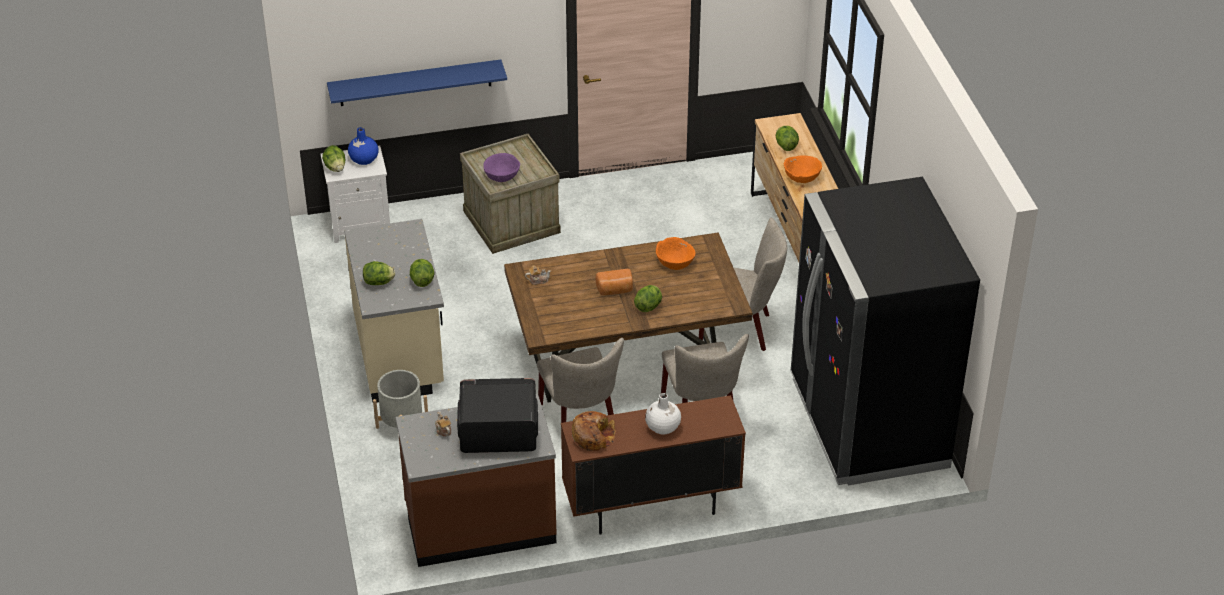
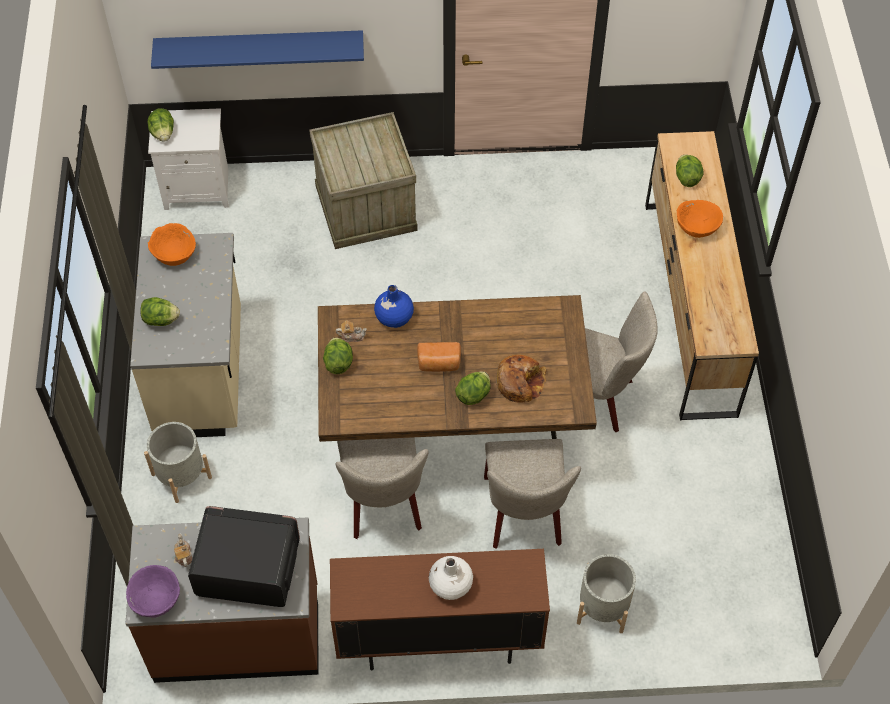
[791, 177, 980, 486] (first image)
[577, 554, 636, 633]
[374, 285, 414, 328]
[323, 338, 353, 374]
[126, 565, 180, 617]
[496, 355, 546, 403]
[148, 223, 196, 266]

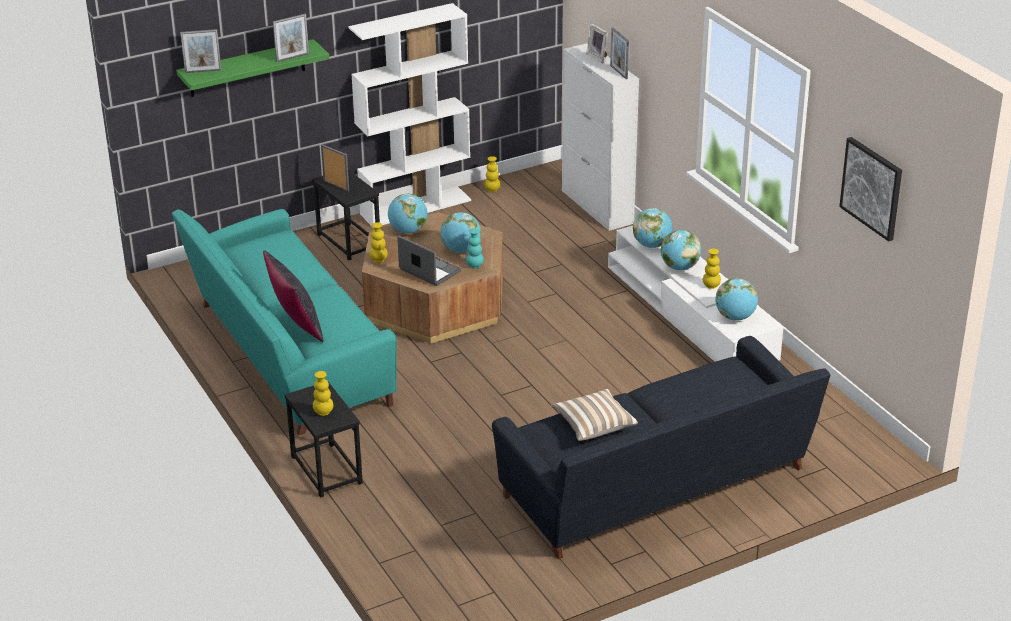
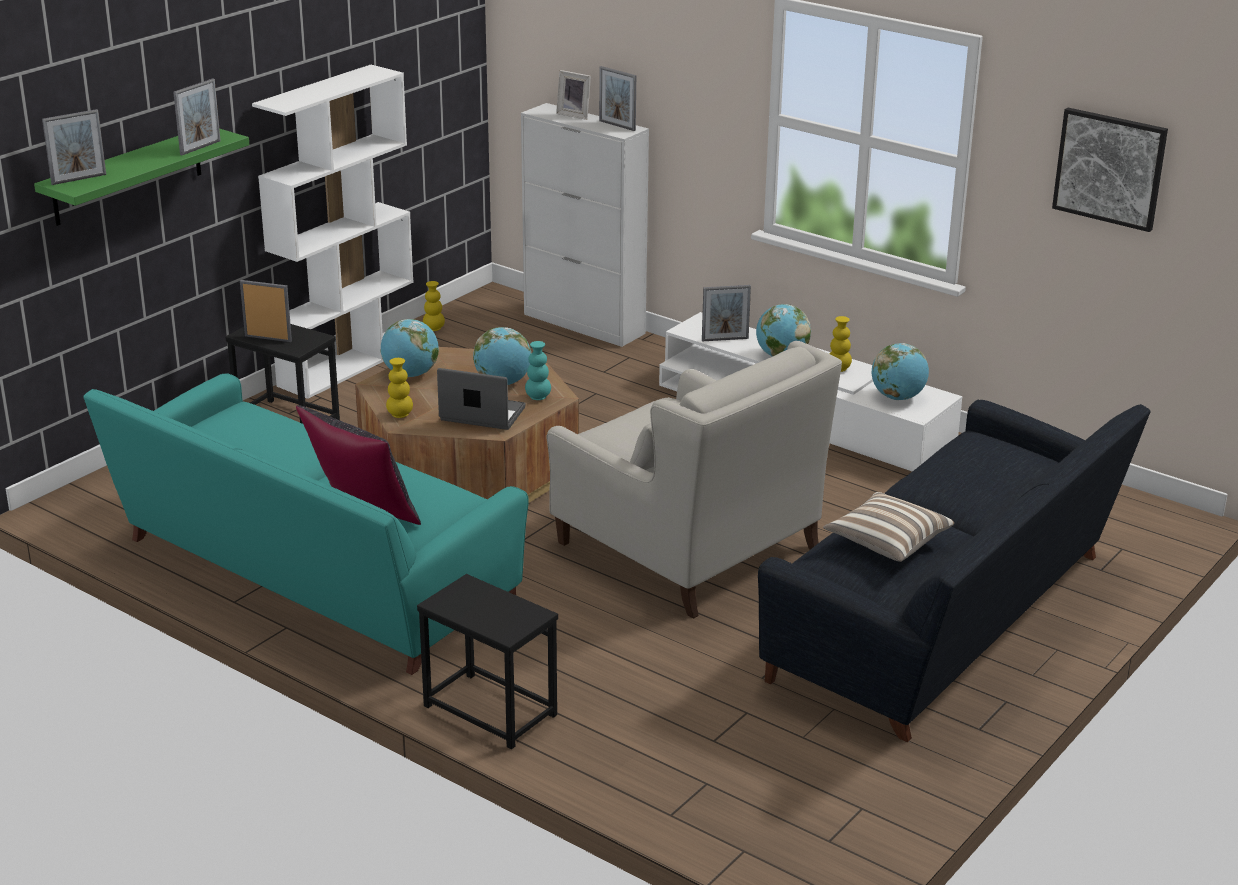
[313, 371, 333, 416] (first image)
[546, 341, 842, 618]
[702, 285, 751, 342]

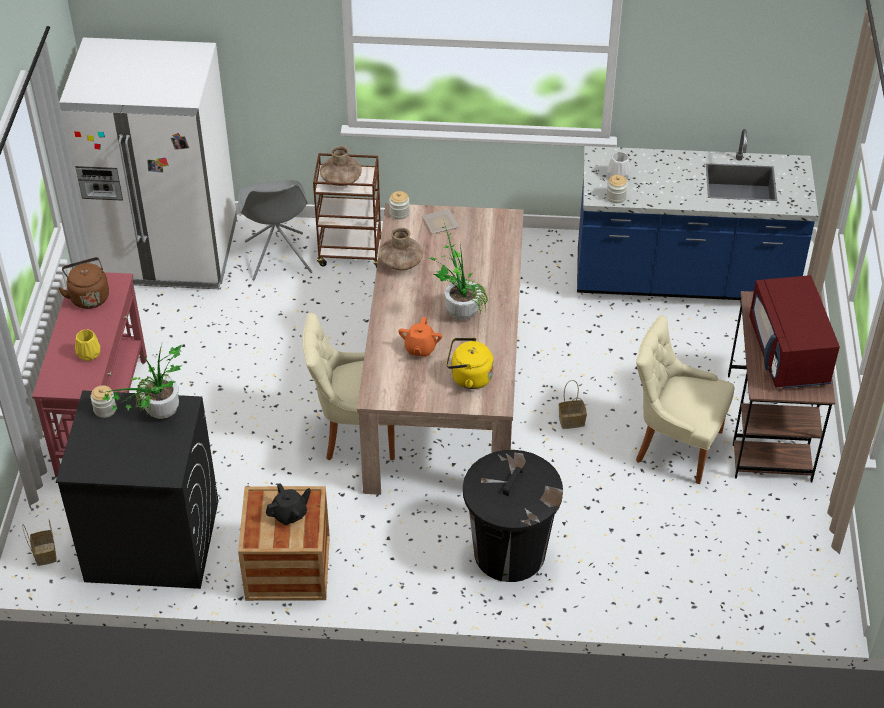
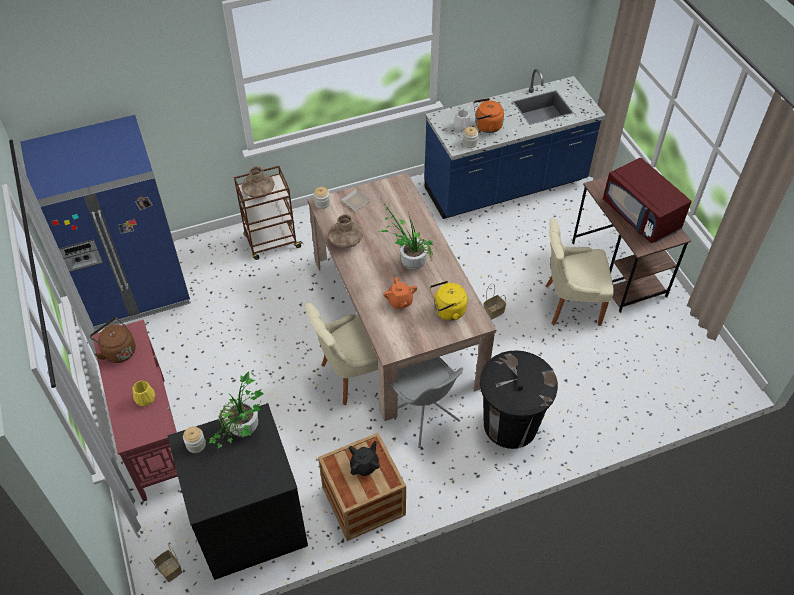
[473, 98, 504, 133]
[391, 357, 463, 448]
[20, 115, 190, 331]

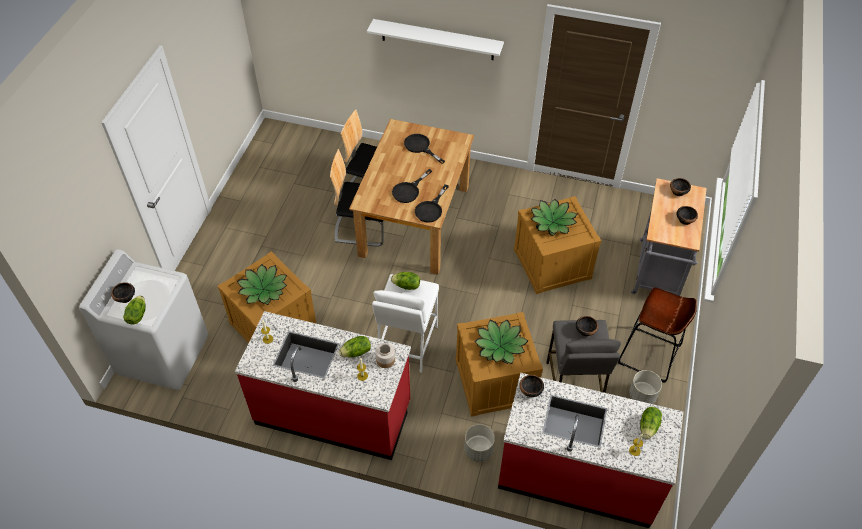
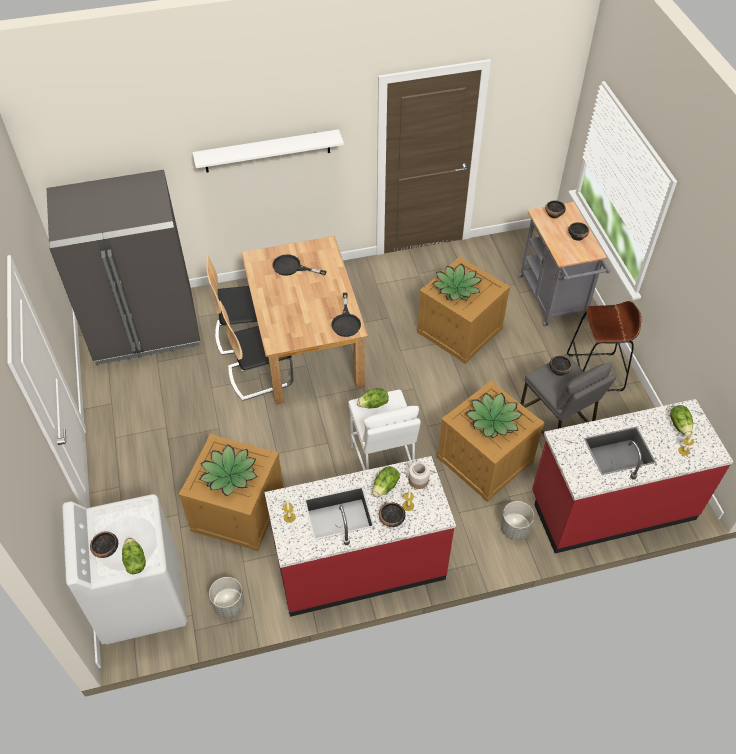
[392, 169, 432, 203] (first image)
[46, 170, 200, 365]
[379, 502, 405, 527]
[209, 577, 245, 618]

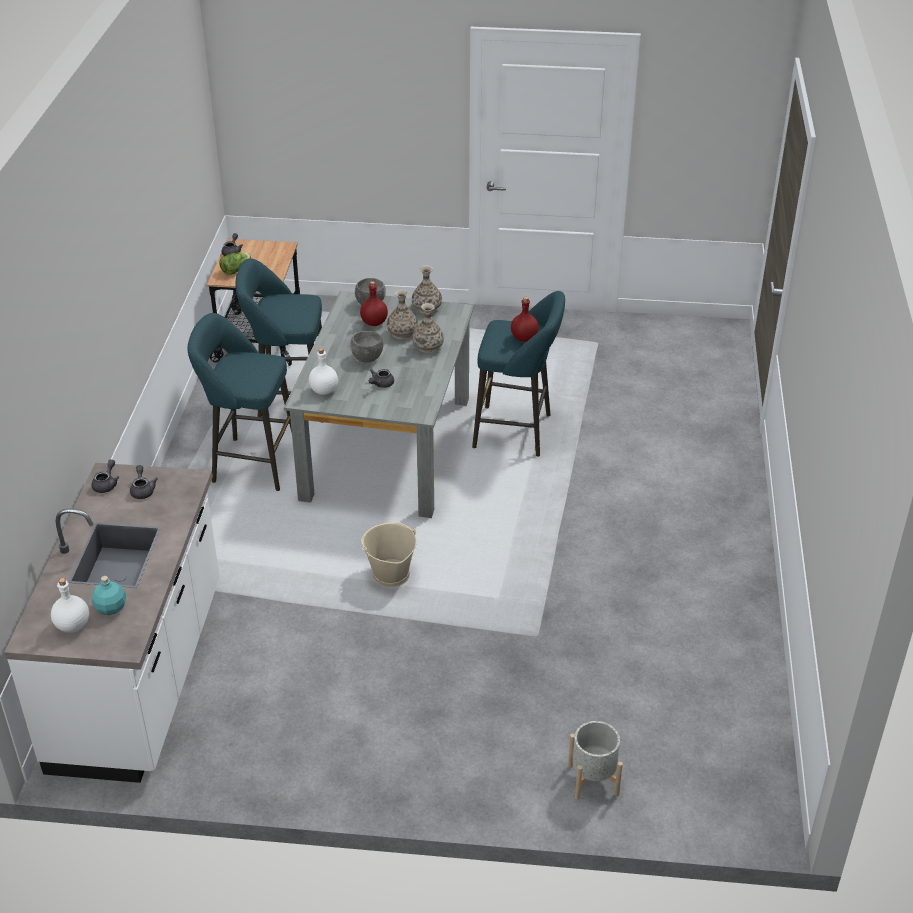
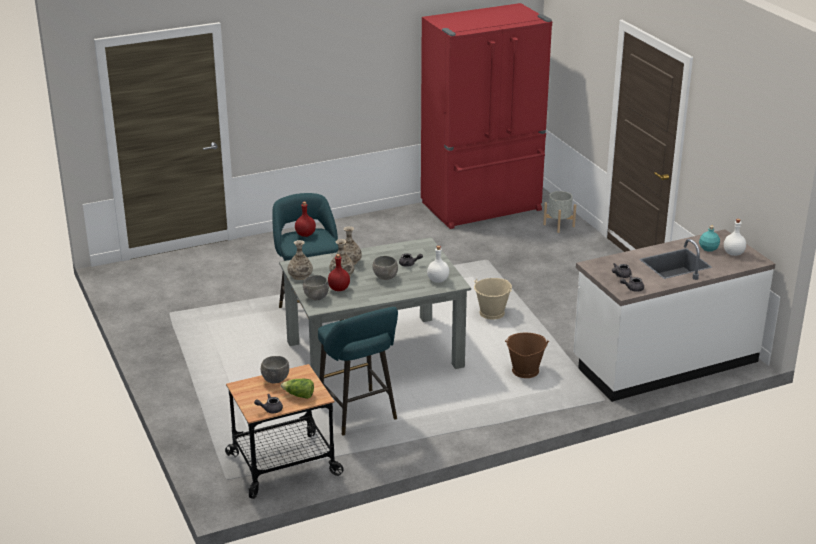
[187, 313, 292, 491] (first image)
[261, 356, 289, 384]
[421, 3, 552, 229]
[505, 333, 549, 378]

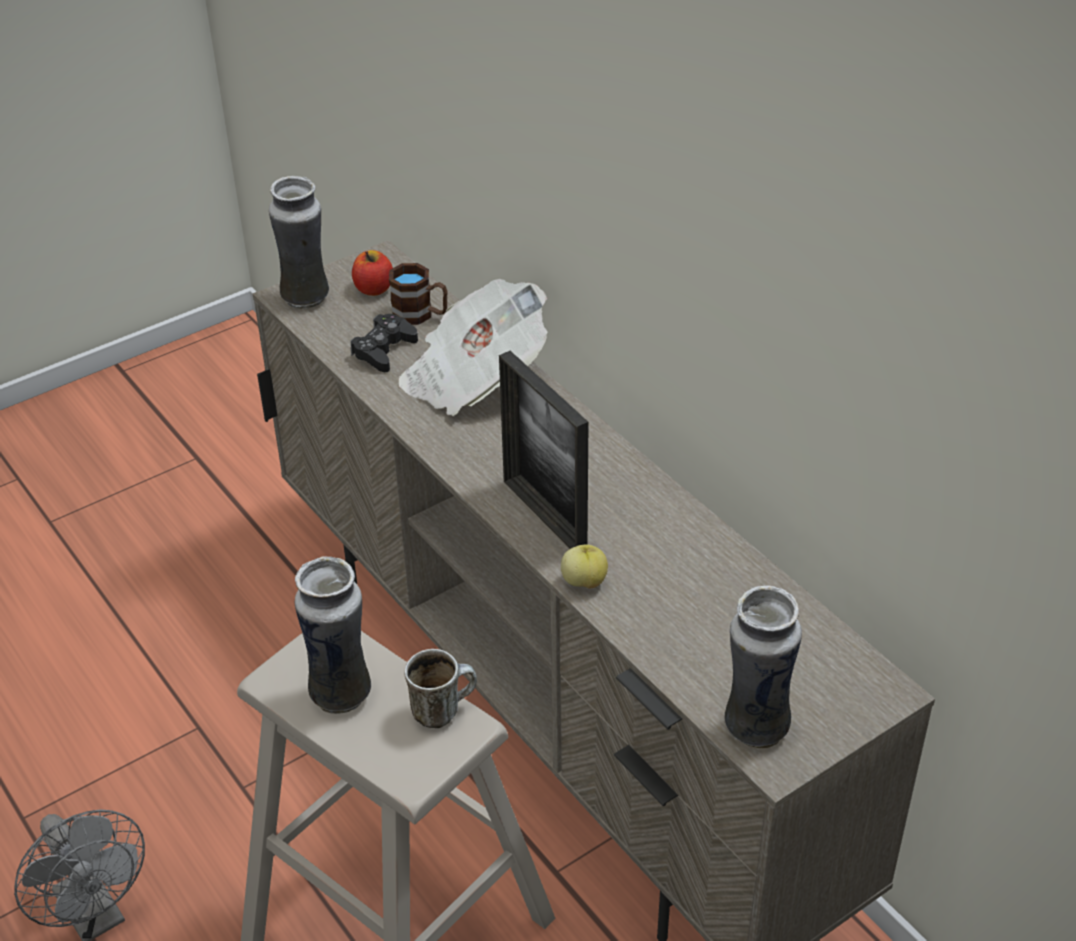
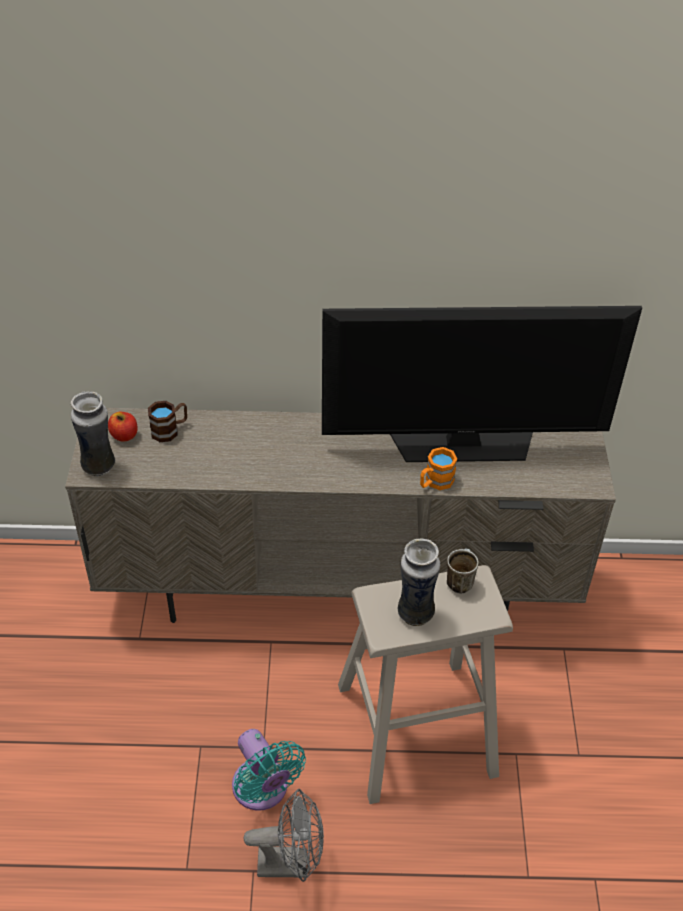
[350, 314, 418, 372] (first image)
[399, 279, 547, 416] (first image)
[499, 351, 588, 549] (first image)
[724, 585, 802, 748] (first image)
[232, 729, 306, 811]
[322, 306, 642, 462]
[420, 447, 457, 490]

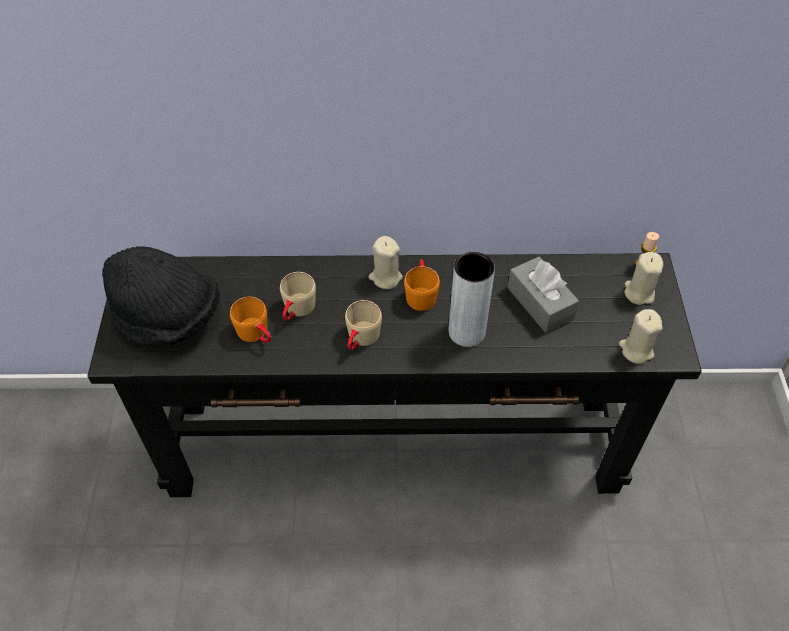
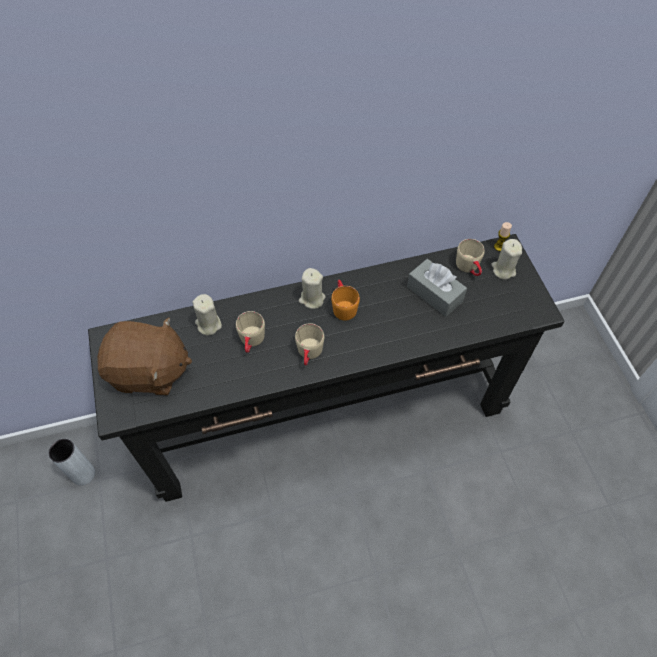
[230, 297, 271, 343] (first image)
[456, 239, 484, 276]
[48, 439, 95, 486]
[192, 294, 222, 336]
[98, 317, 192, 395]

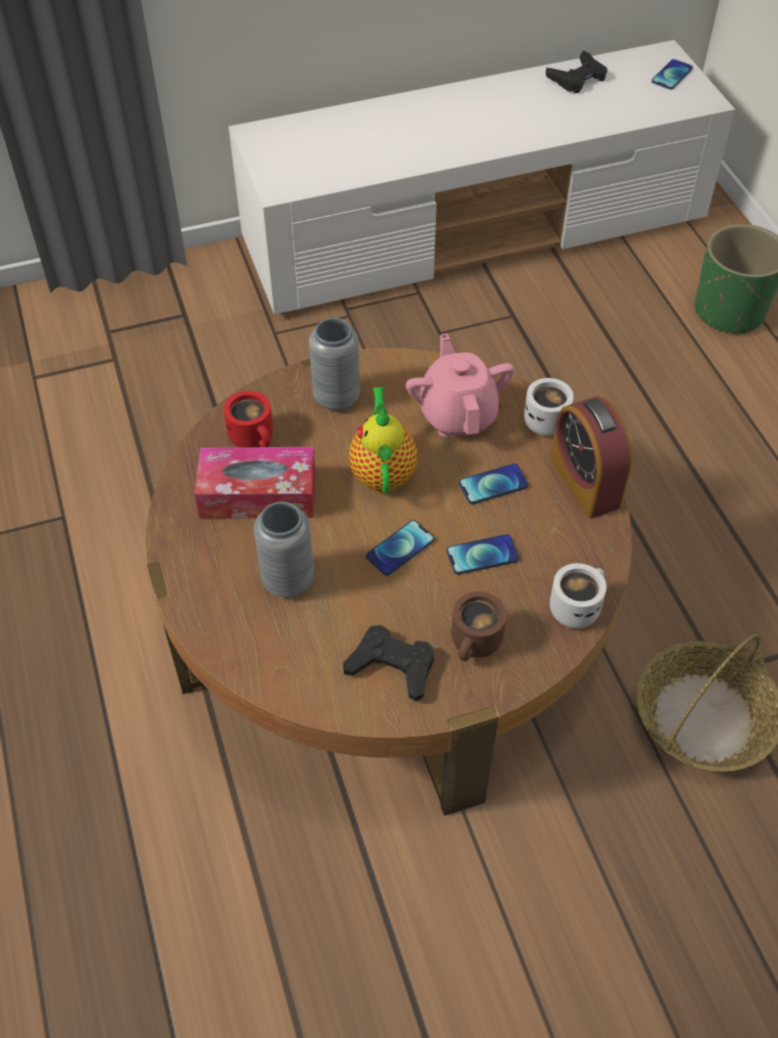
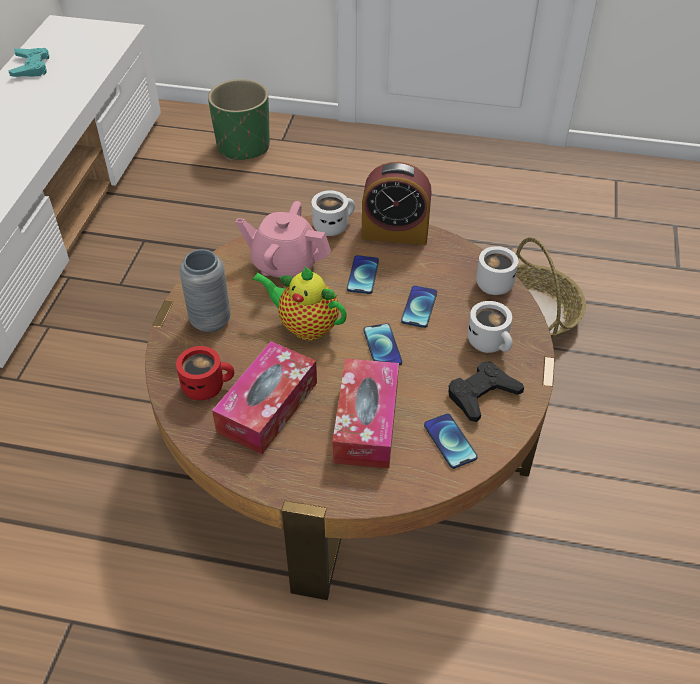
[424, 414, 478, 469]
[332, 358, 399, 469]
[468, 301, 512, 353]
[9, 48, 49, 77]

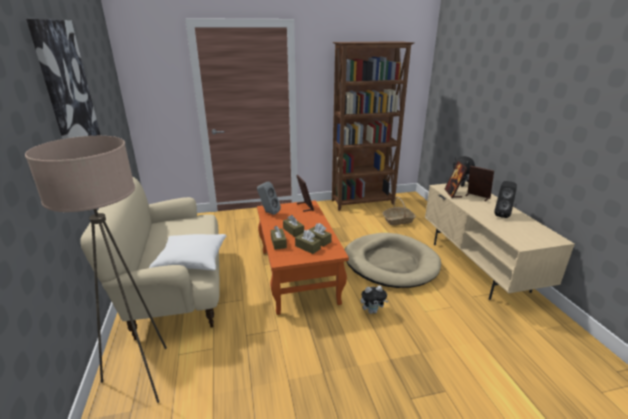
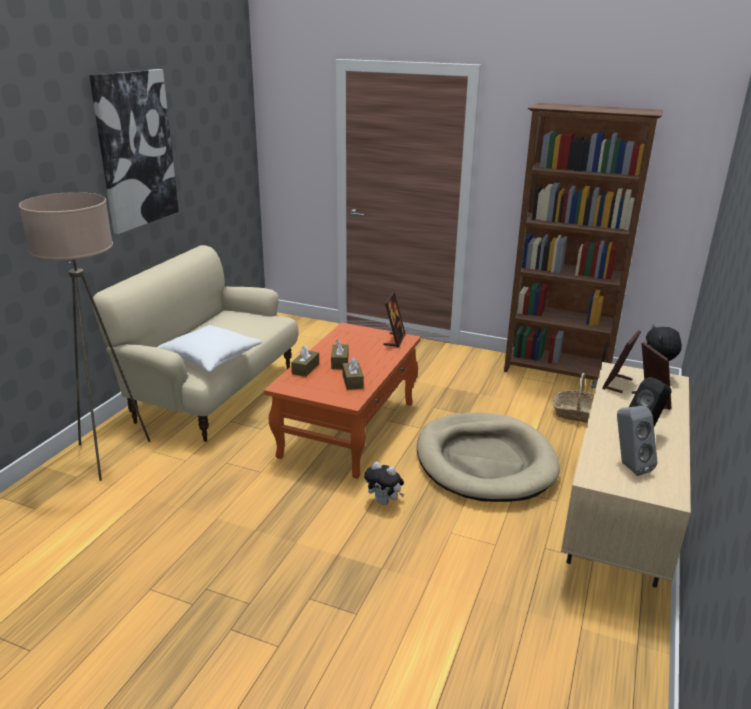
[295, 230, 321, 254] (first image)
[617, 406, 658, 476]

